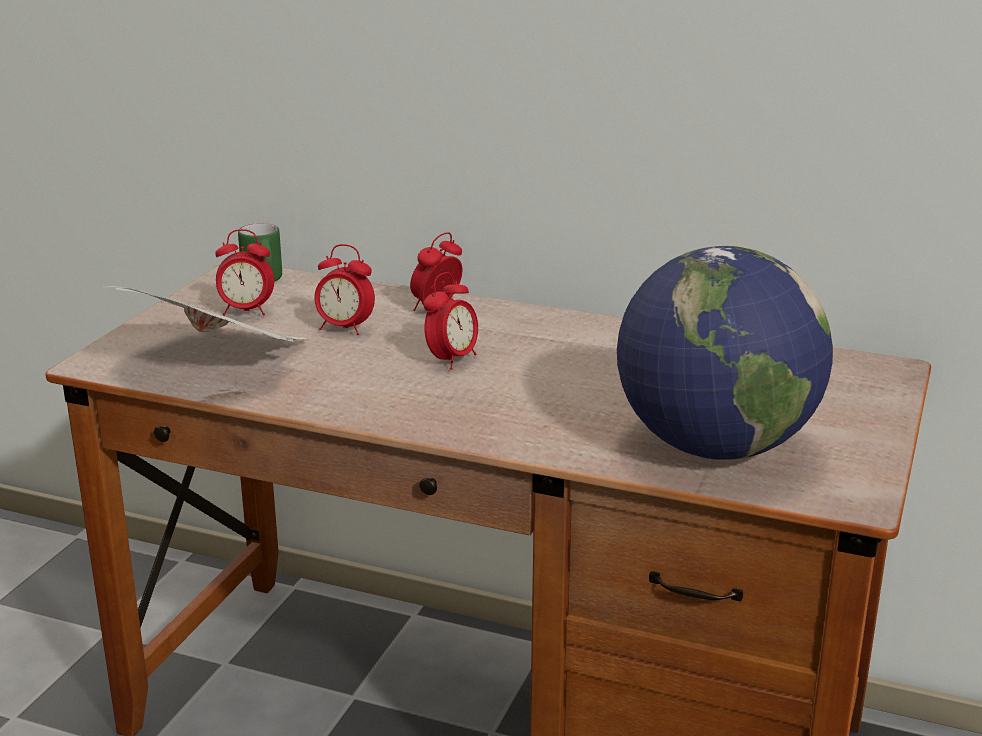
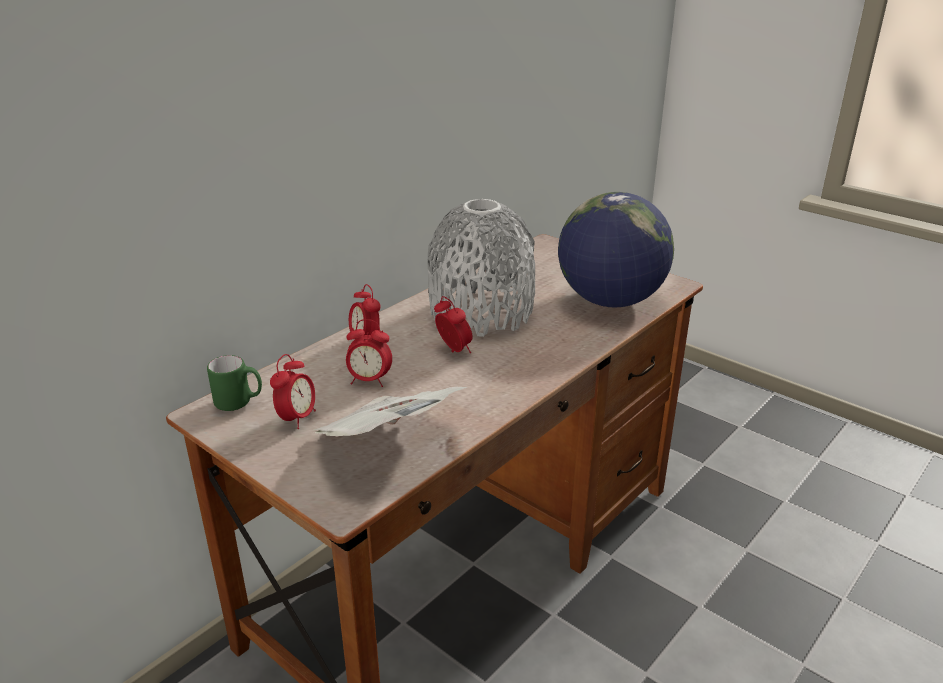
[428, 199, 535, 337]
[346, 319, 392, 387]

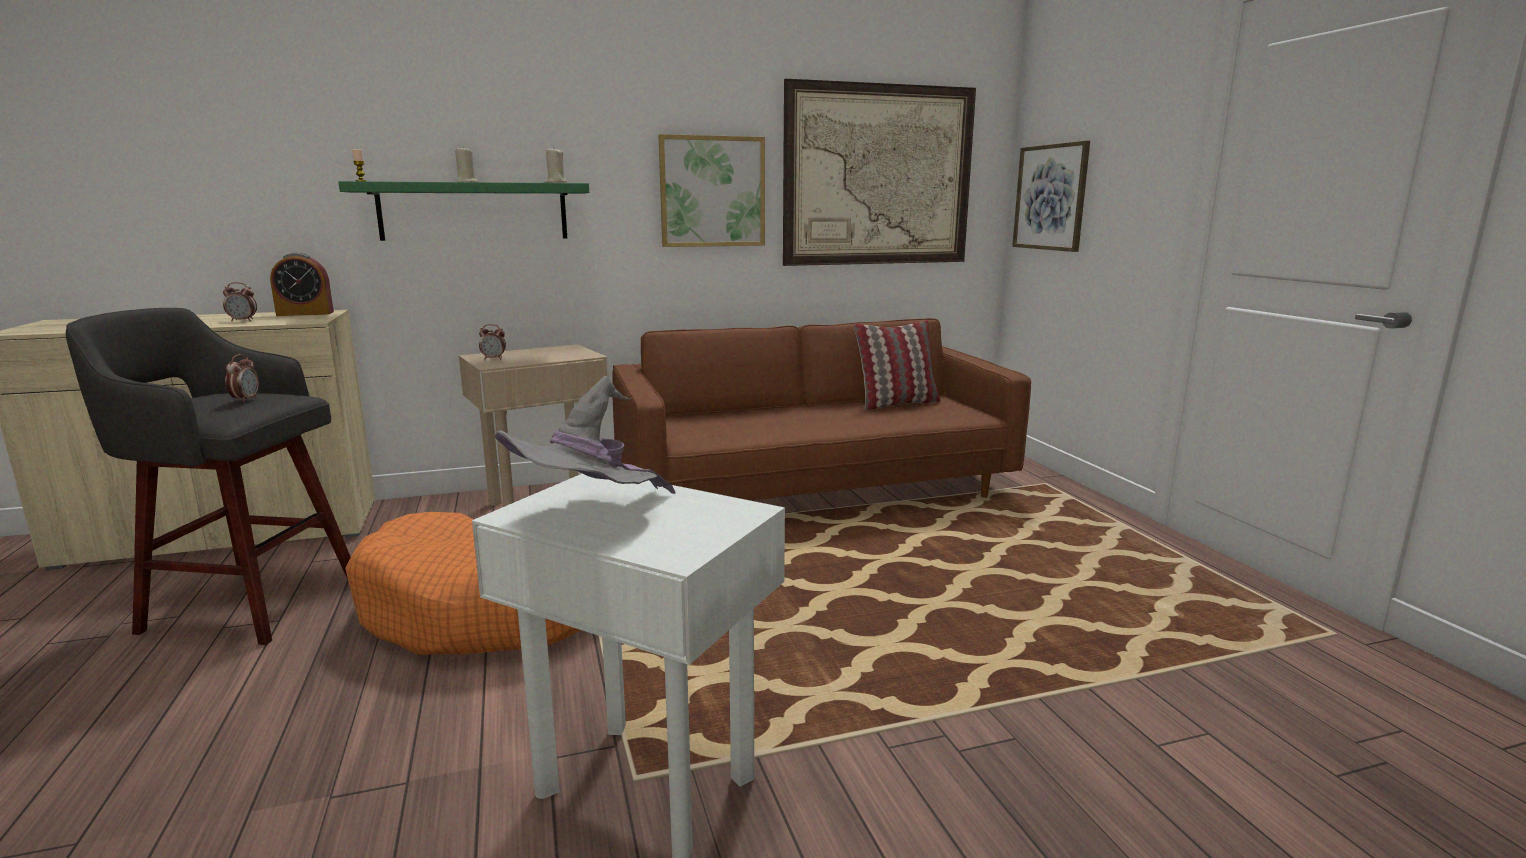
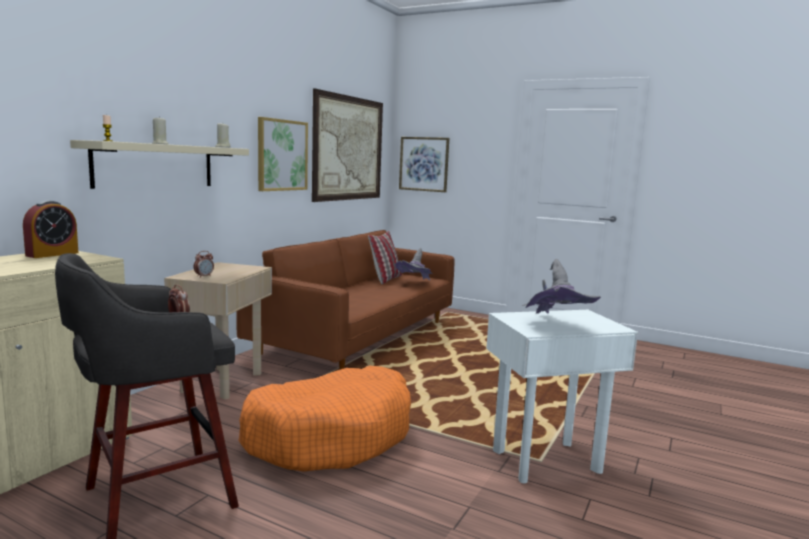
[223, 282, 257, 321] (first image)
[395, 248, 433, 280]
[70, 140, 249, 189]

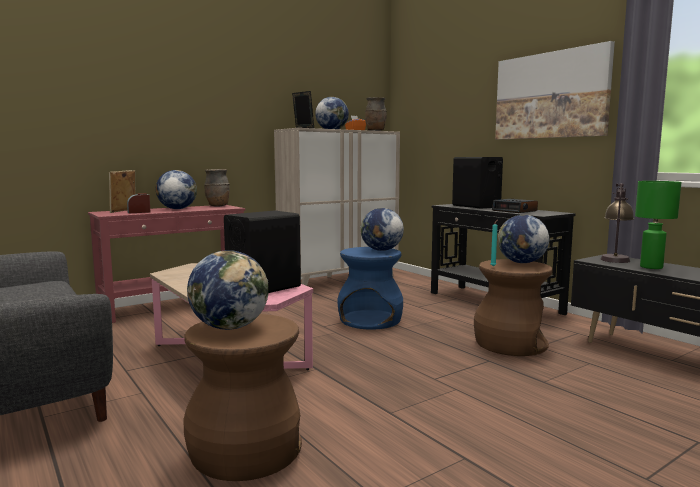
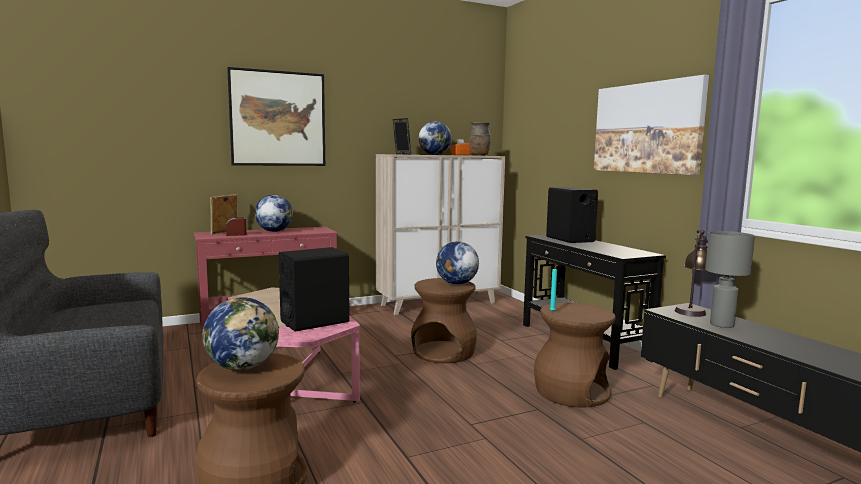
[204, 169, 230, 206] (first image)
[492, 198, 538, 213] (first image)
[498, 215, 549, 263] (first image)
[227, 67, 325, 166]
[411, 278, 477, 363]
[705, 231, 755, 328]

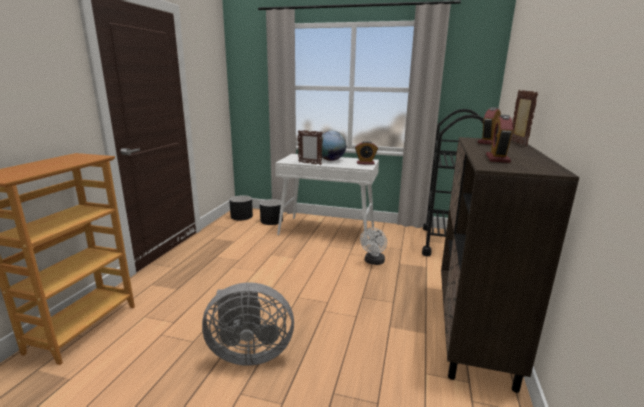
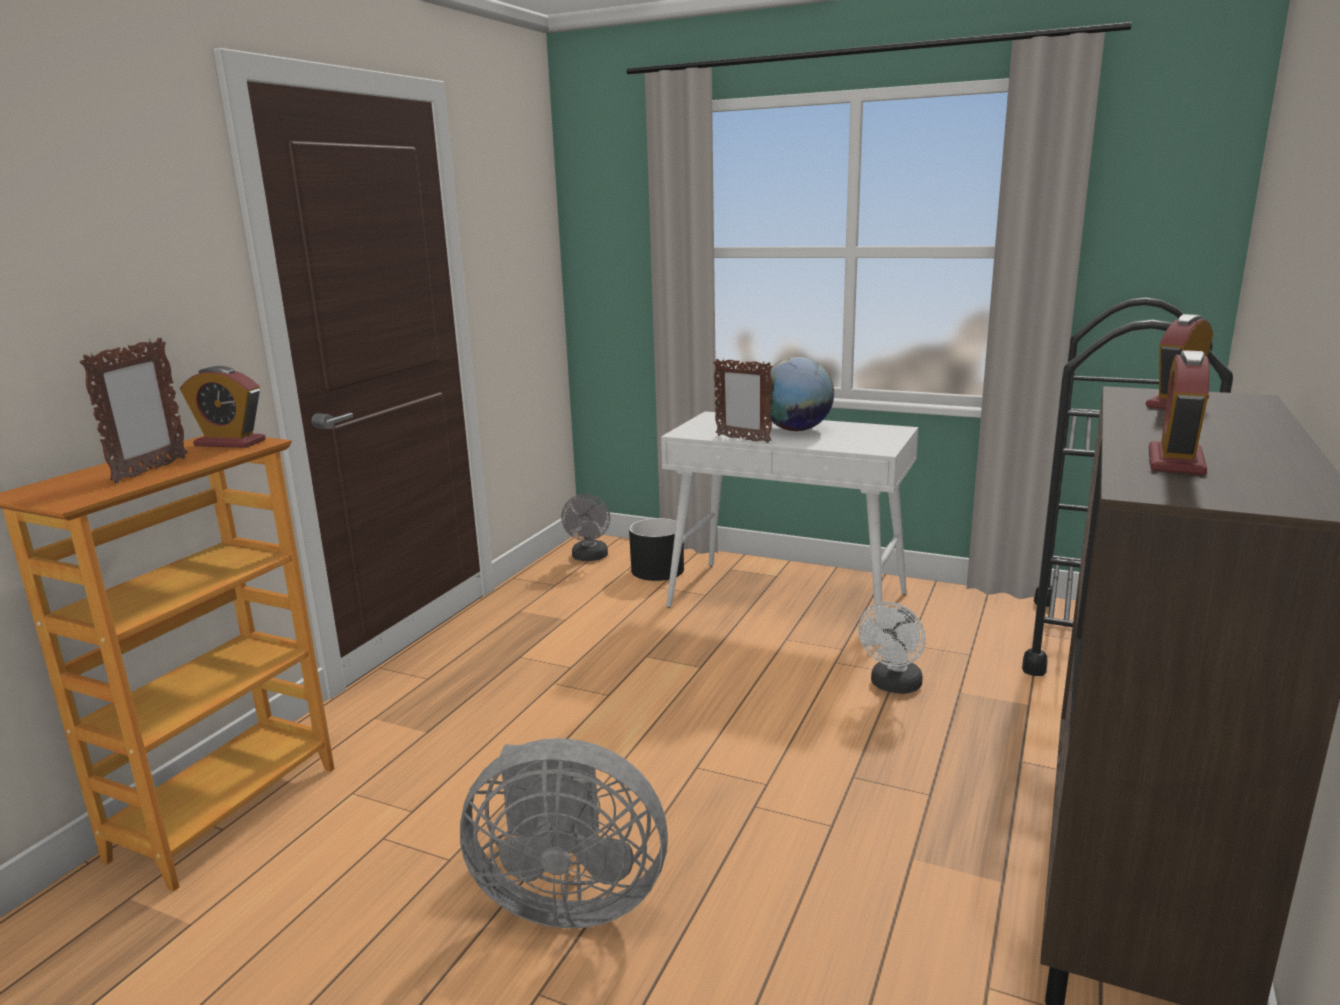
[180, 366, 266, 448]
[80, 338, 188, 484]
[561, 494, 610, 561]

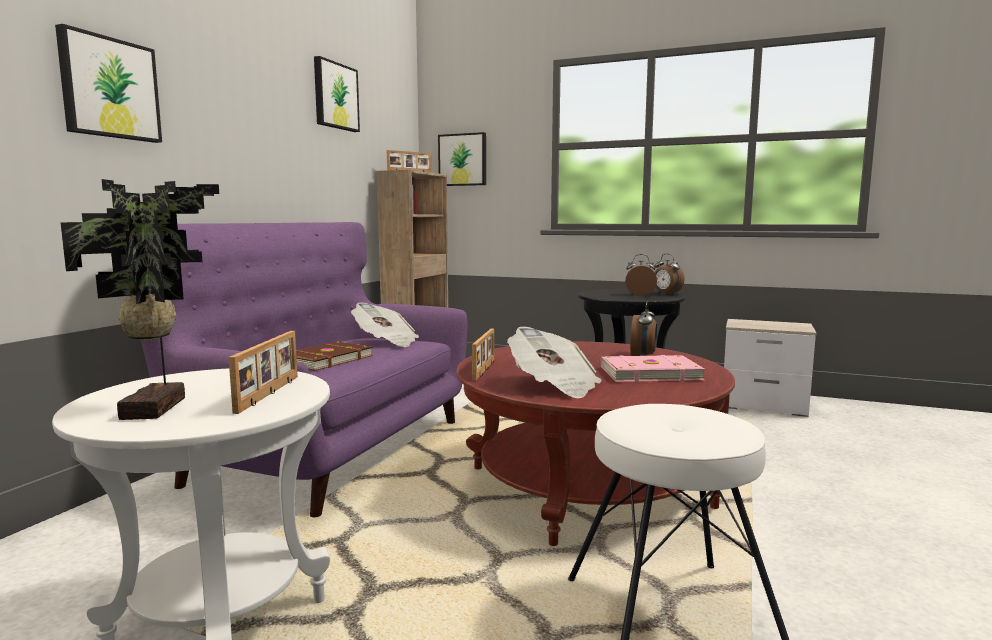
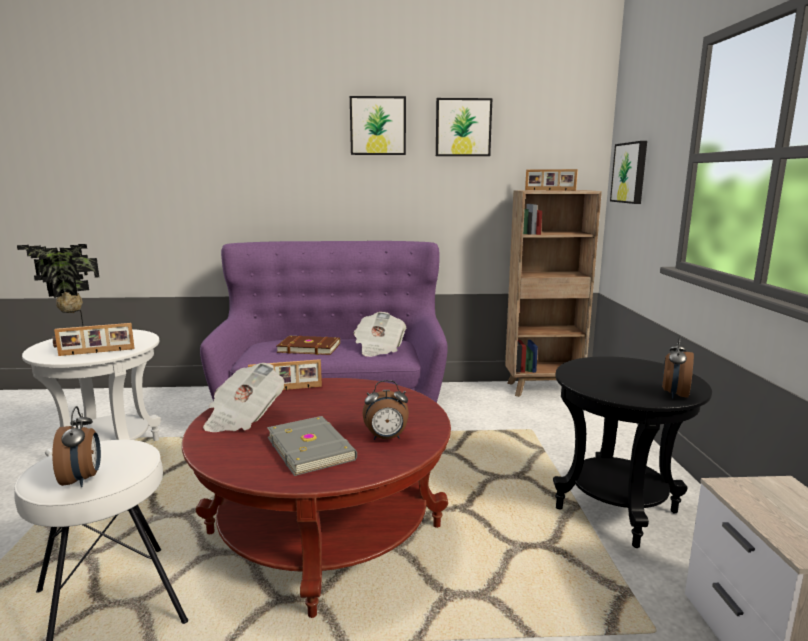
[350, 96, 406, 155]
[52, 406, 101, 487]
[267, 416, 357, 476]

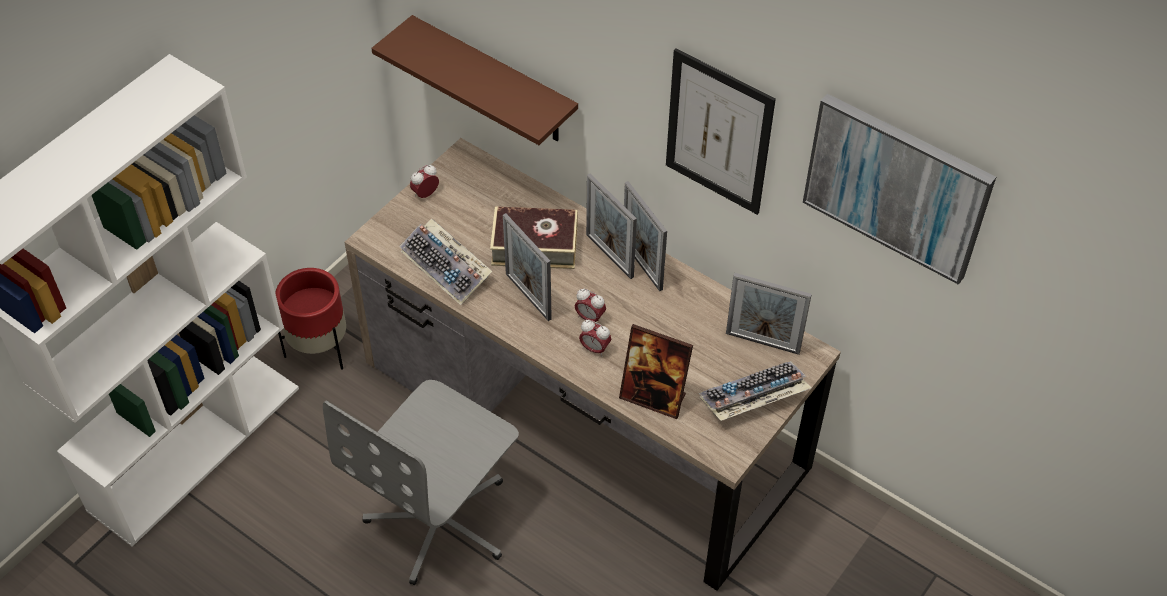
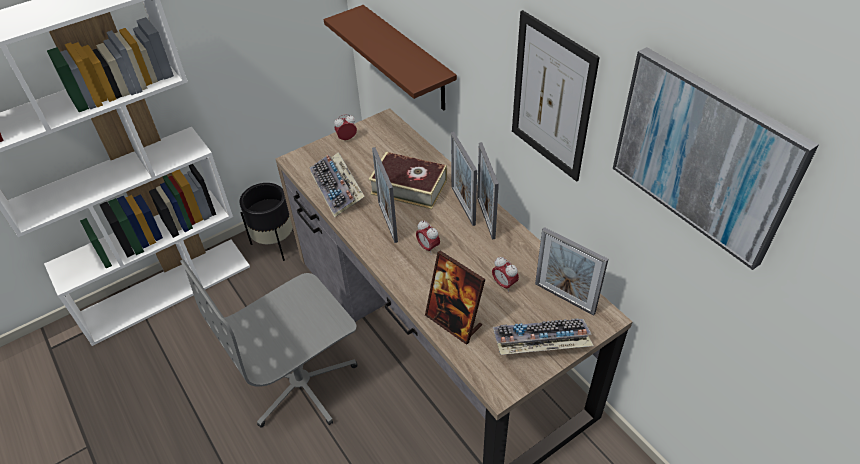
[492, 257, 519, 292]
[240, 183, 293, 261]

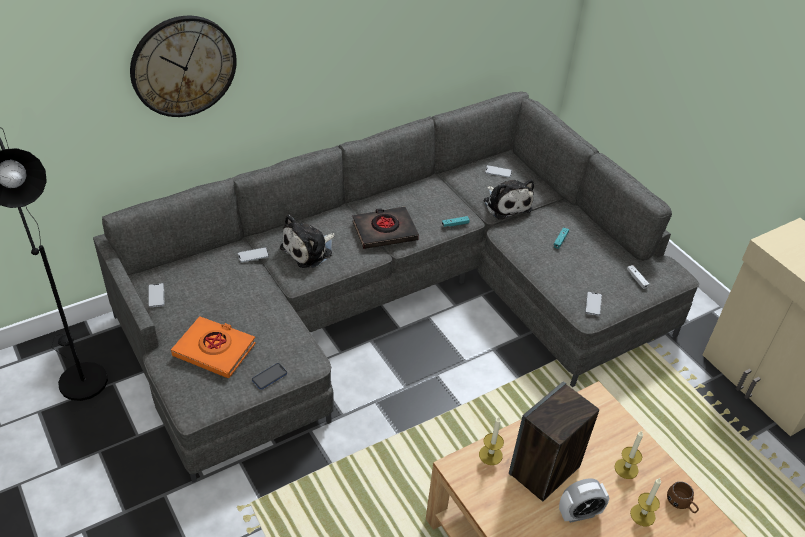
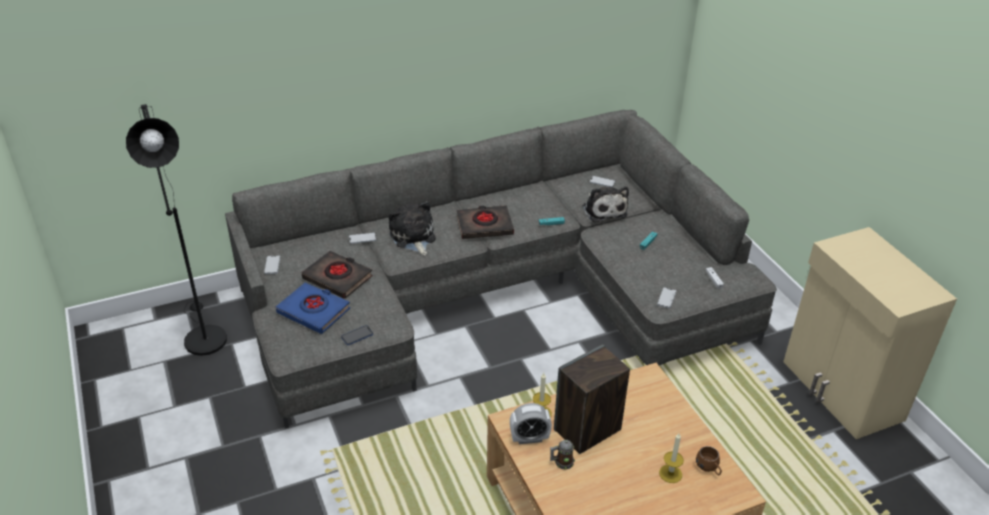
[130, 16, 237, 117] (first image)
[615, 431, 643, 479] (first image)
[301, 251, 373, 299]
[550, 440, 575, 470]
[510, 403, 552, 444]
[276, 283, 350, 334]
[389, 201, 436, 256]

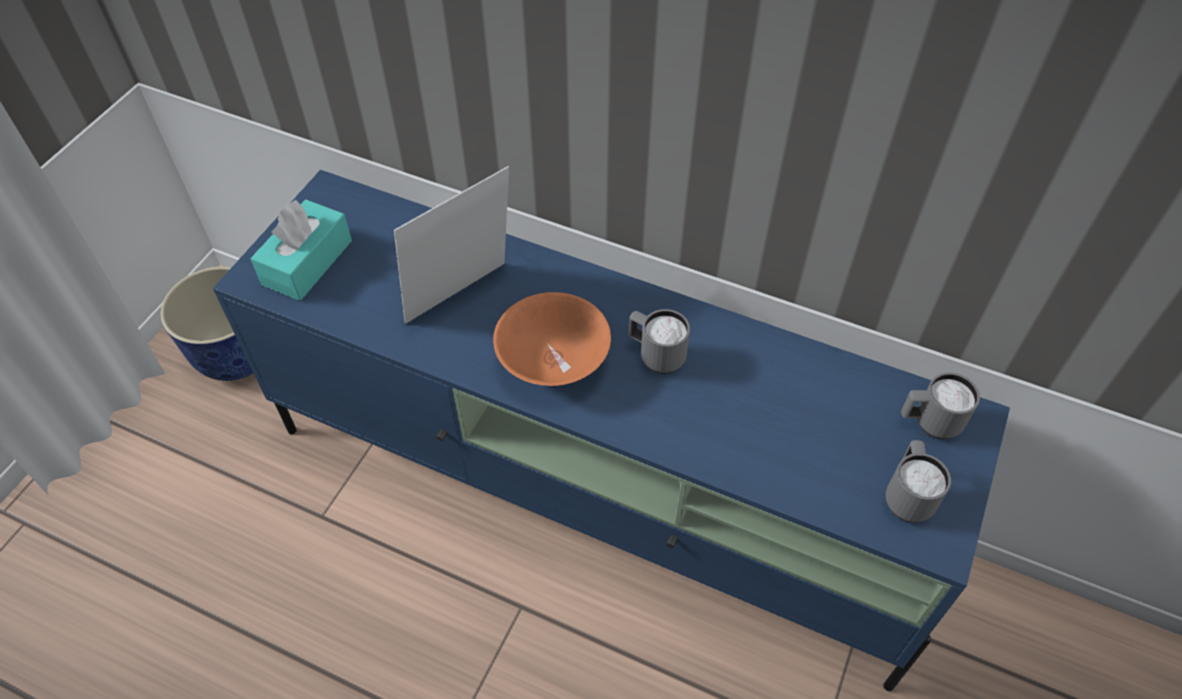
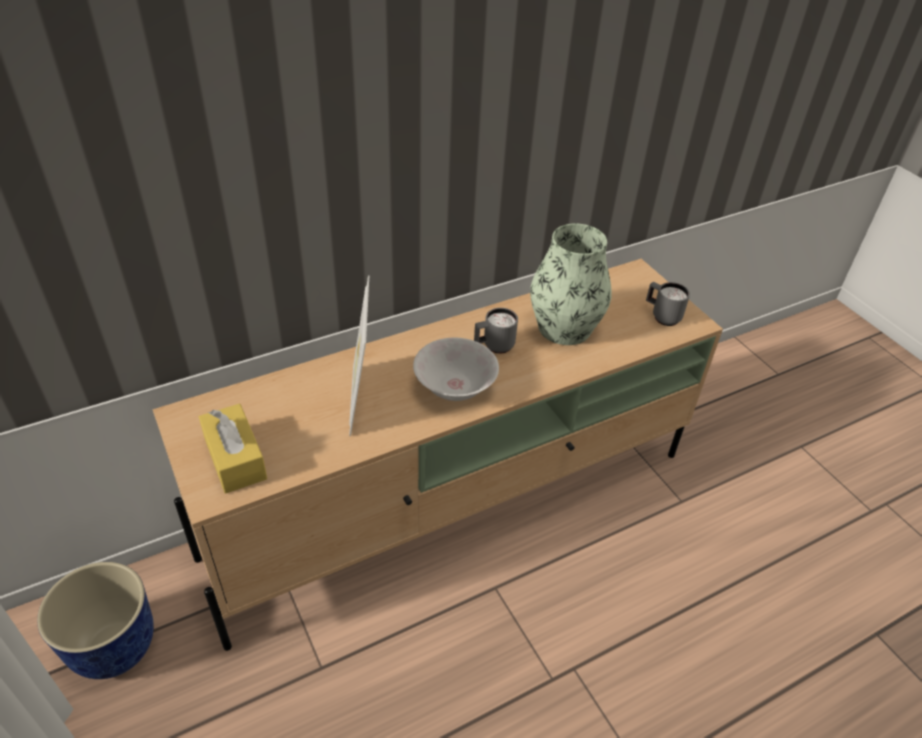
[901, 372, 980, 439] (first image)
[530, 223, 612, 345]
[153, 259, 723, 651]
[199, 404, 267, 494]
[413, 338, 499, 401]

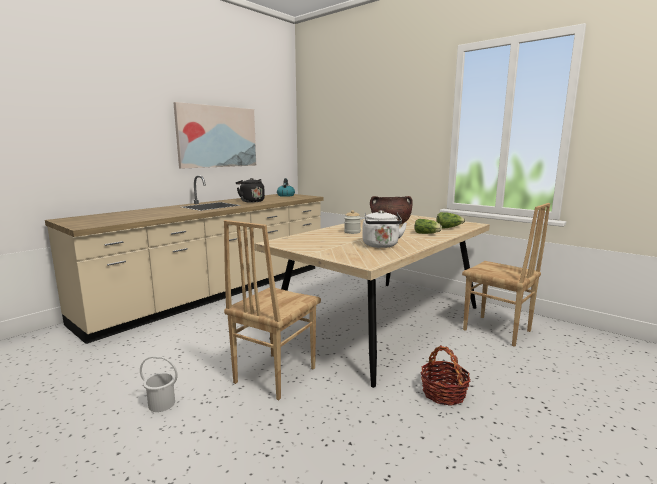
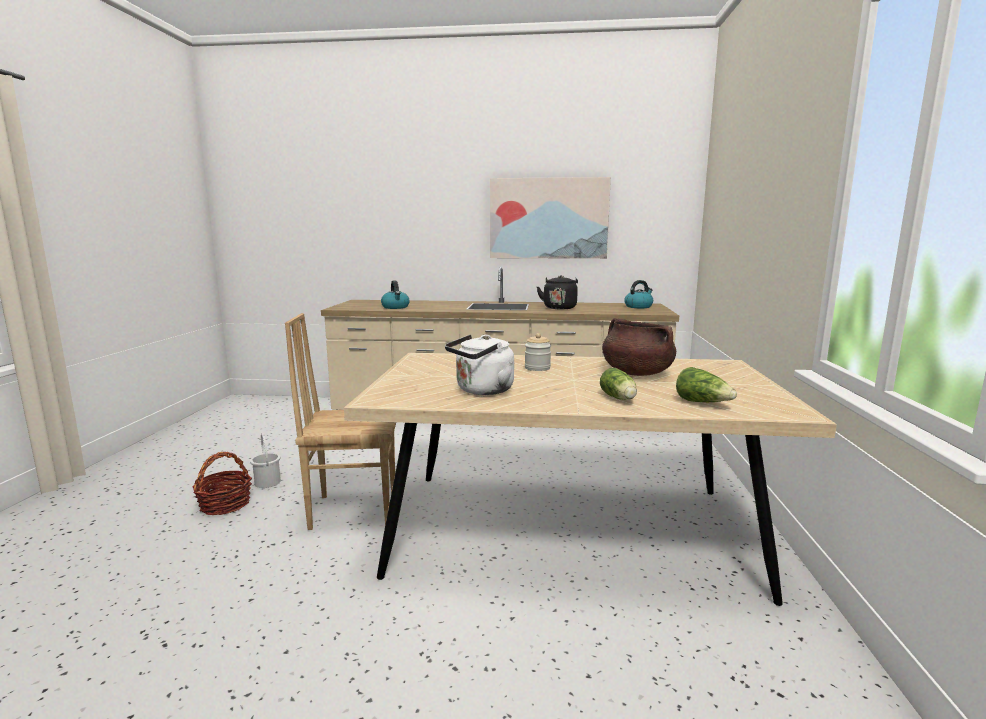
[462, 203, 550, 347] (first image)
[381, 280, 410, 309]
[192, 452, 252, 515]

